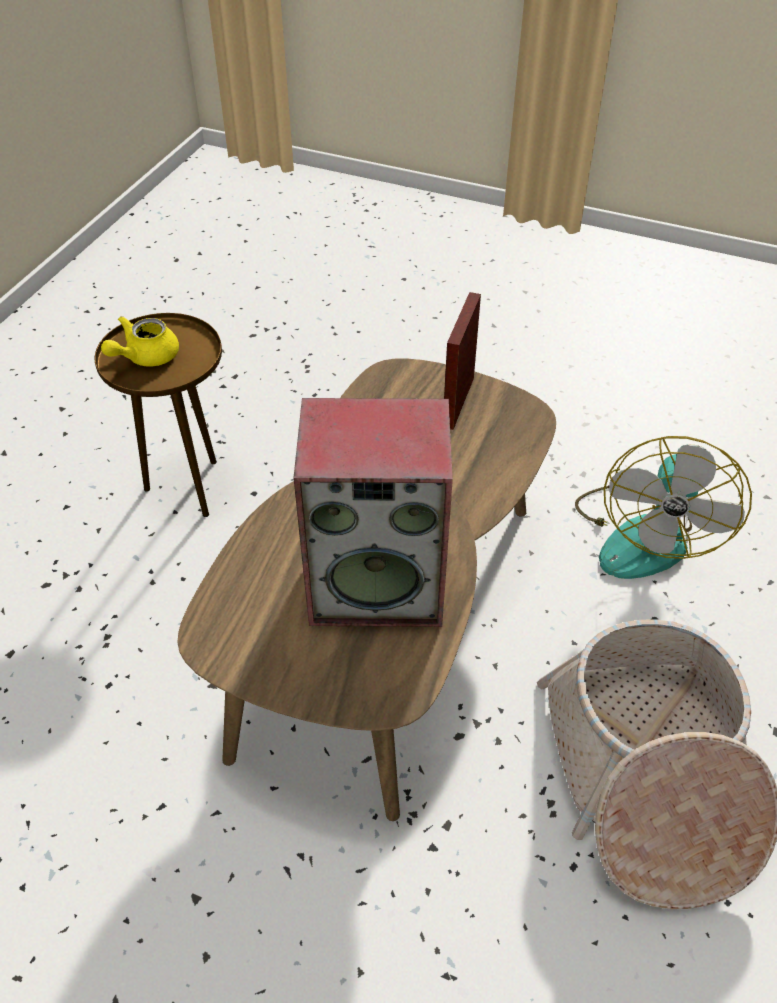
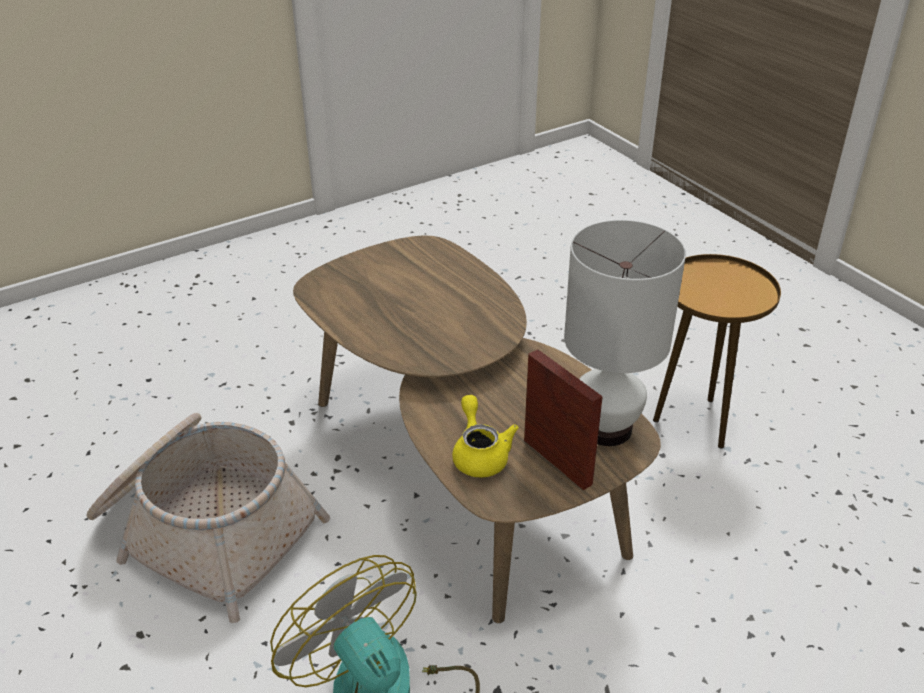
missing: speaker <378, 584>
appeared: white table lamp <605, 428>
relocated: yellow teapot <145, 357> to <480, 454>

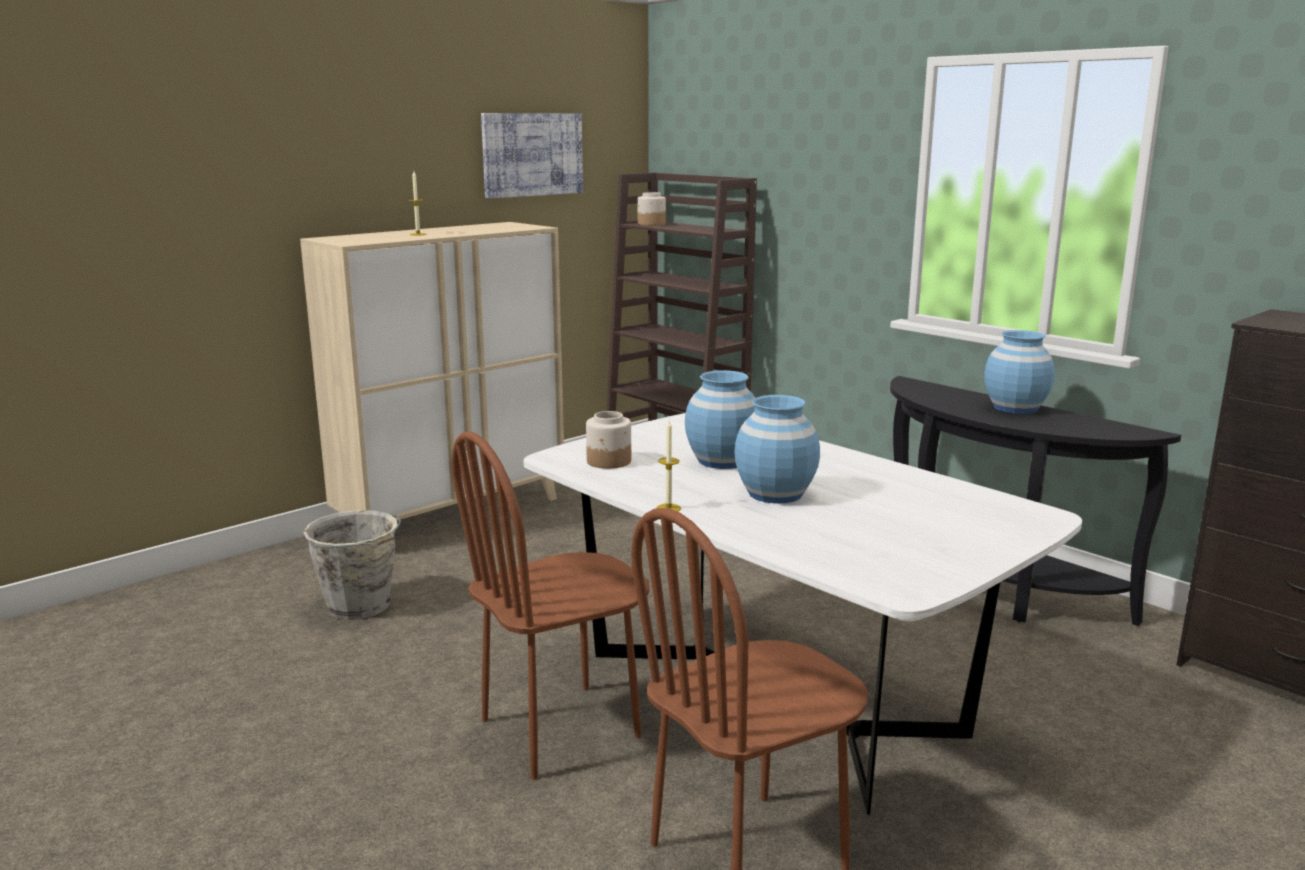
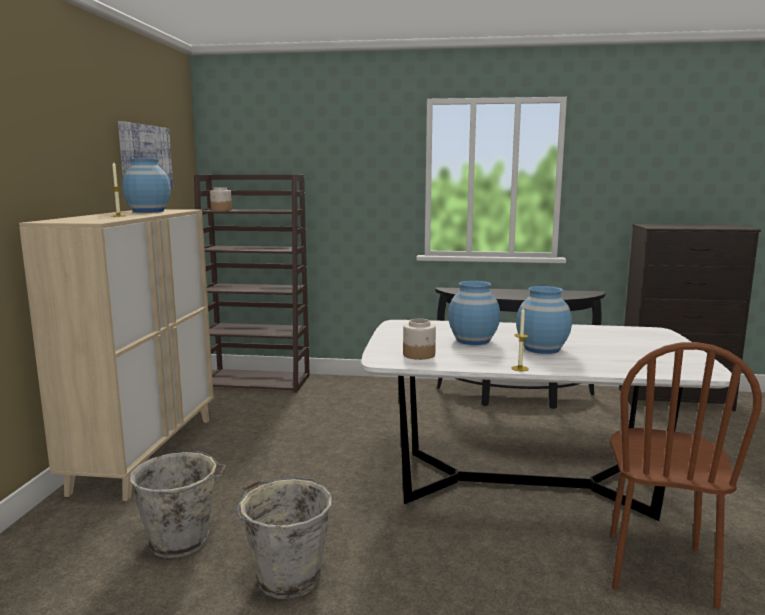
missing: brown chair <560, 729>
appeared: grey bucket <287, 577>
relocated: blue vase <1015, 407> to <148, 211>

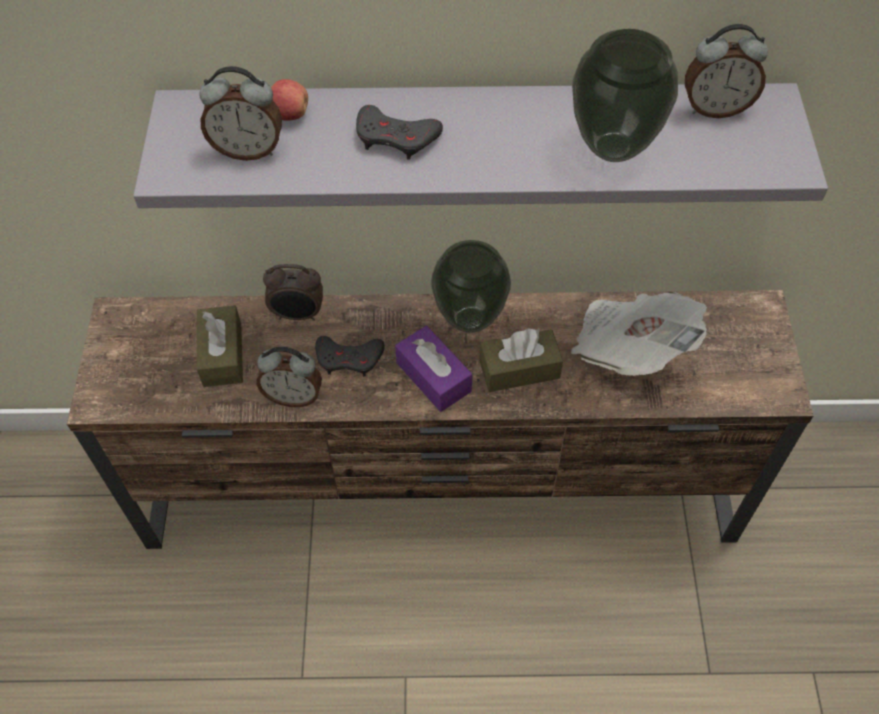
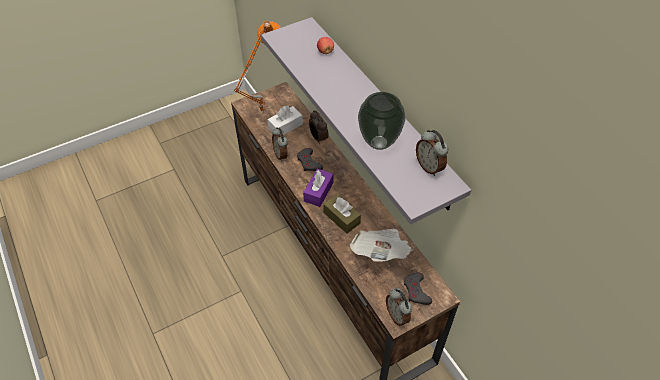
missing: vase <470, 320>
appeared: orange table lamp <261, 111>
relocated: alarm clock <248, 150> to <397, 316>; grey game controller <396, 137> to <416, 291>
colour: brown tissue box <222, 354> to white tissue box <285, 126>

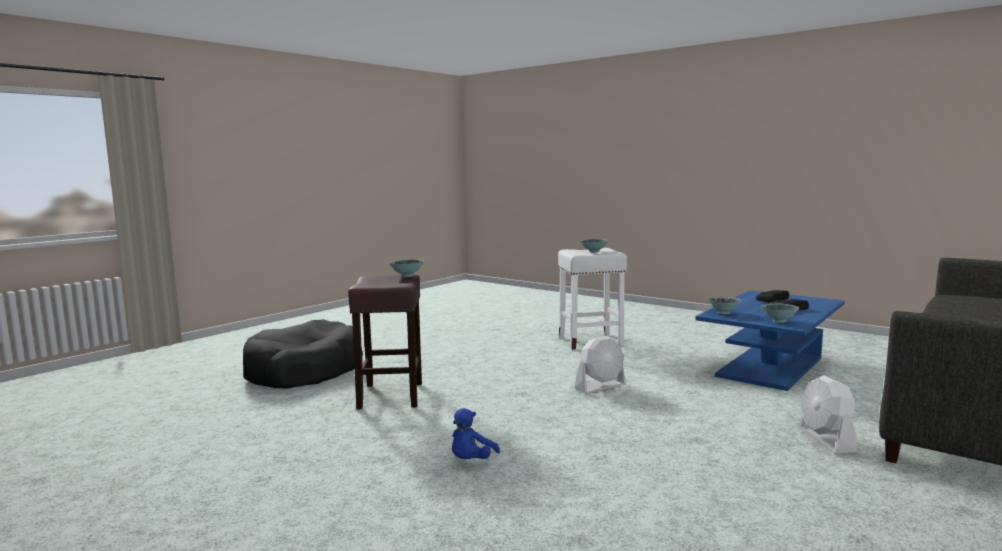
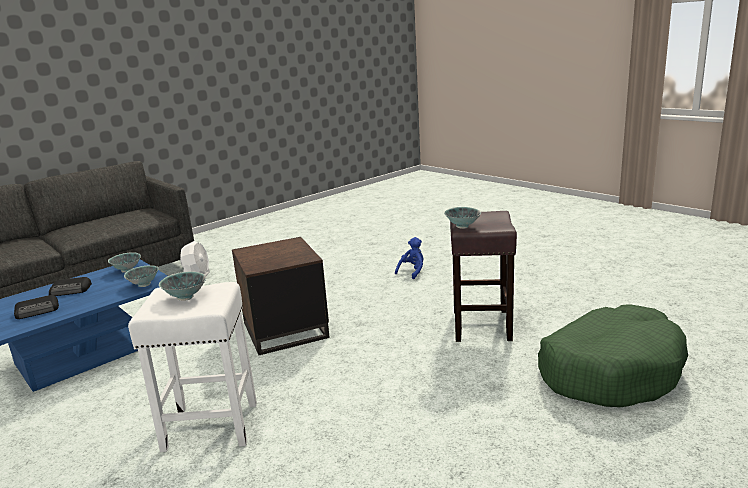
exchanged: white fan <600, 386> to brown side table <284, 330>
colour: black dog bed <304, 371> to green dog bed <609, 371>

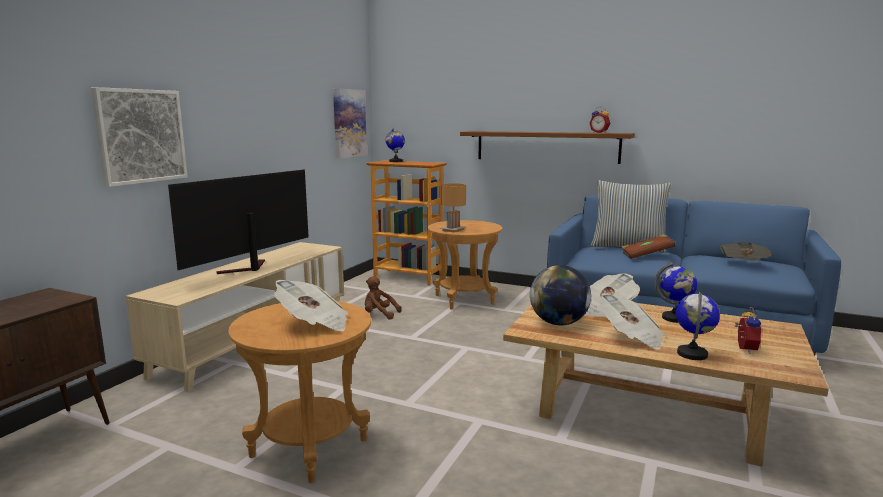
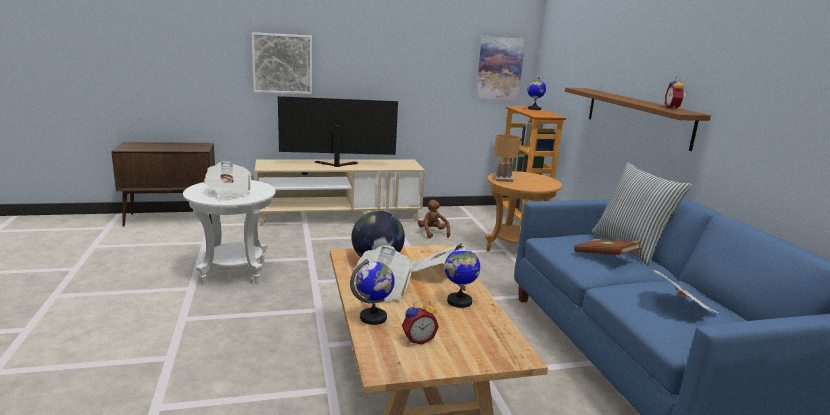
colour: brown side table <309, 447> to white side table <234, 272>

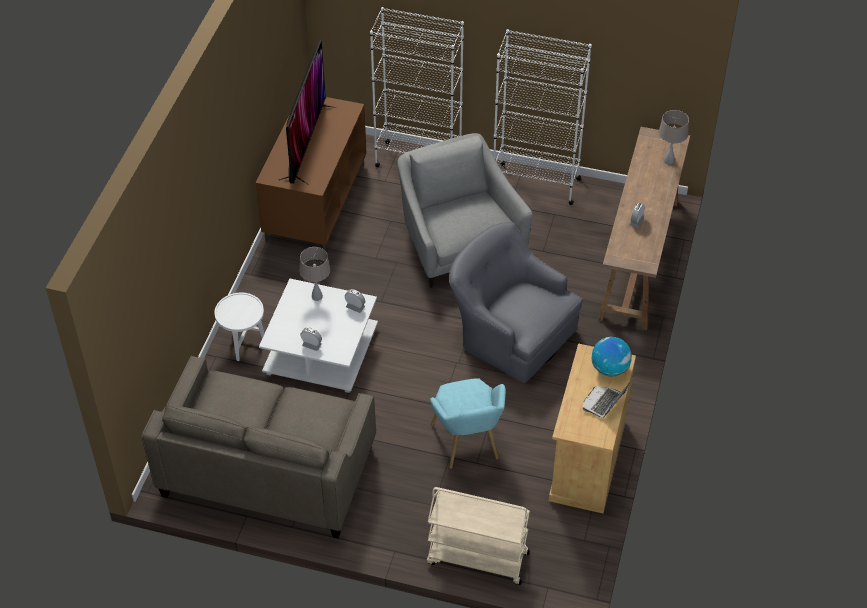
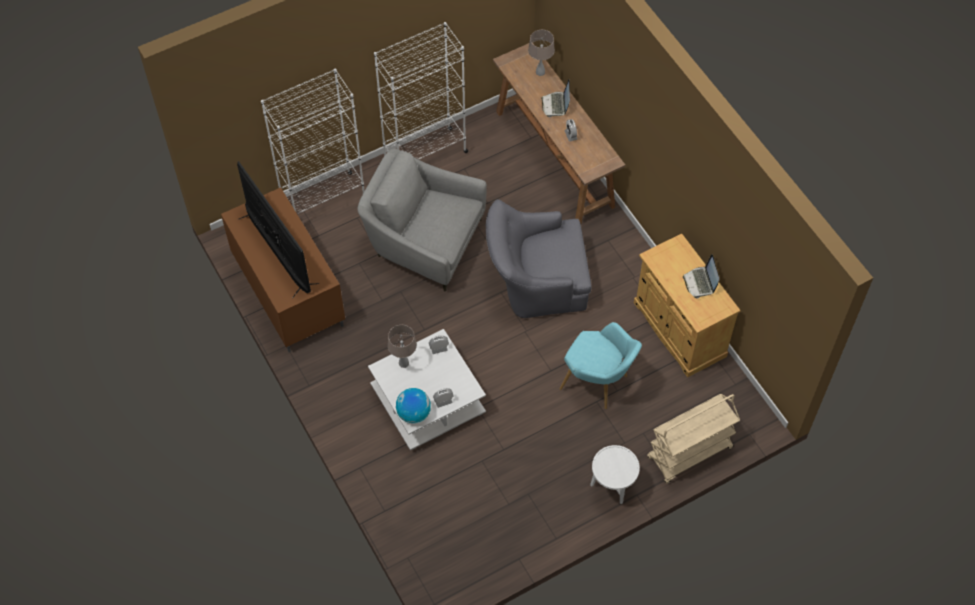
missing: beige sofa <267, 470>
appeared: laptop <556, 105>
relocated: white side table <244, 346> to <611, 489>; globe <609, 368> to <413, 413>

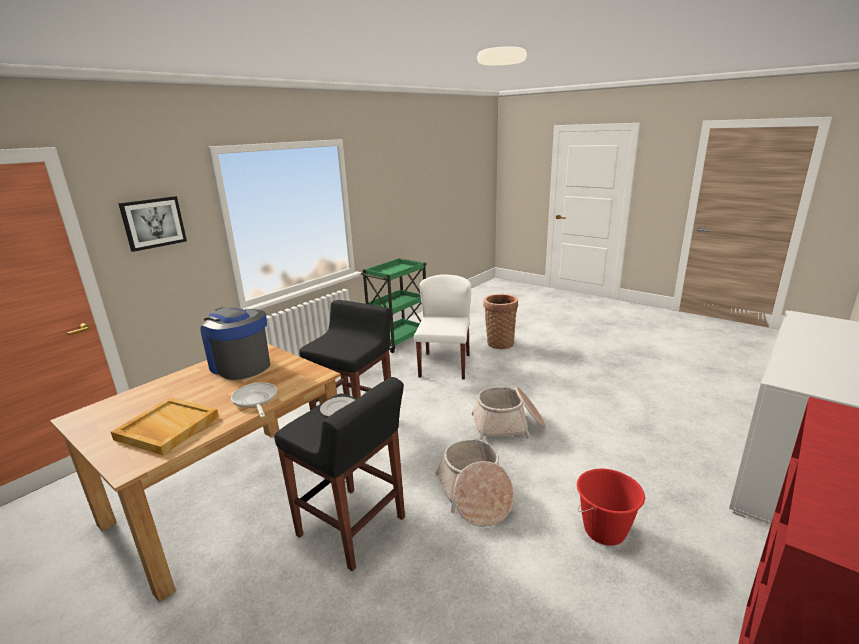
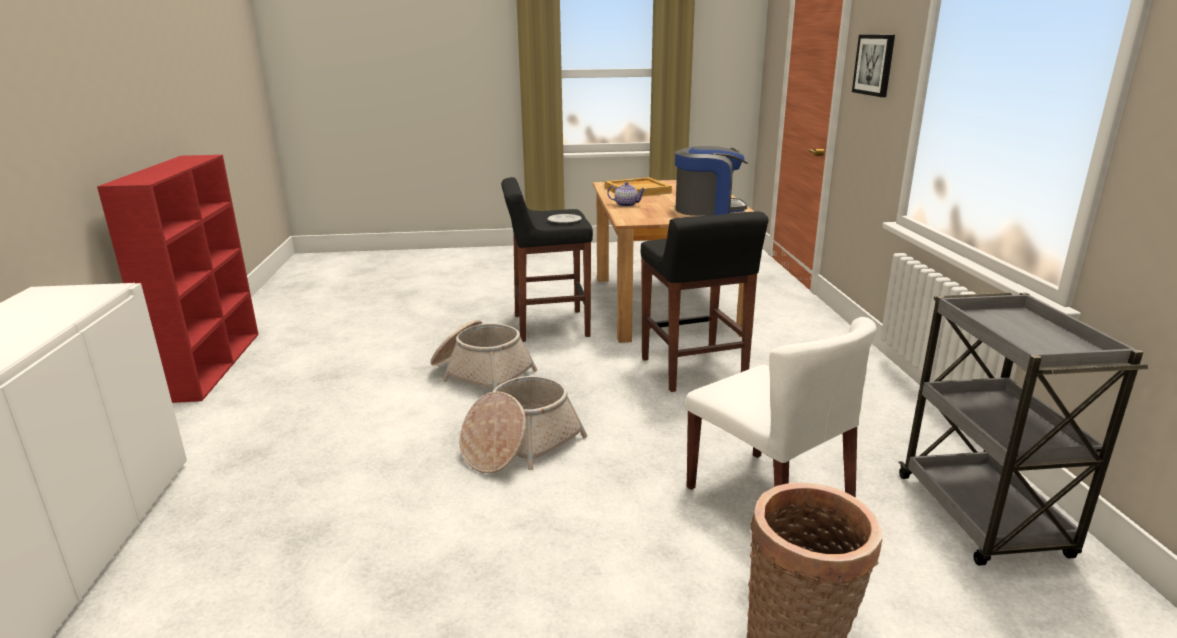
missing: red bucket <604, 531>
exchanged: frying pan <255, 401> to teapot <626, 205>
colour: green cart <399, 339> to grey cart <983, 517>

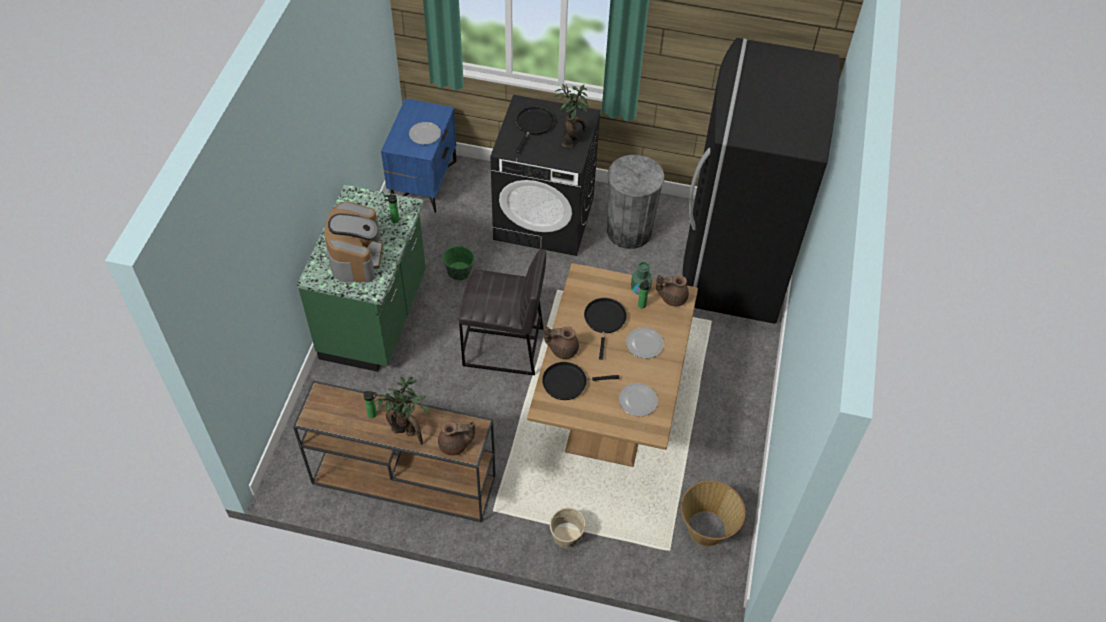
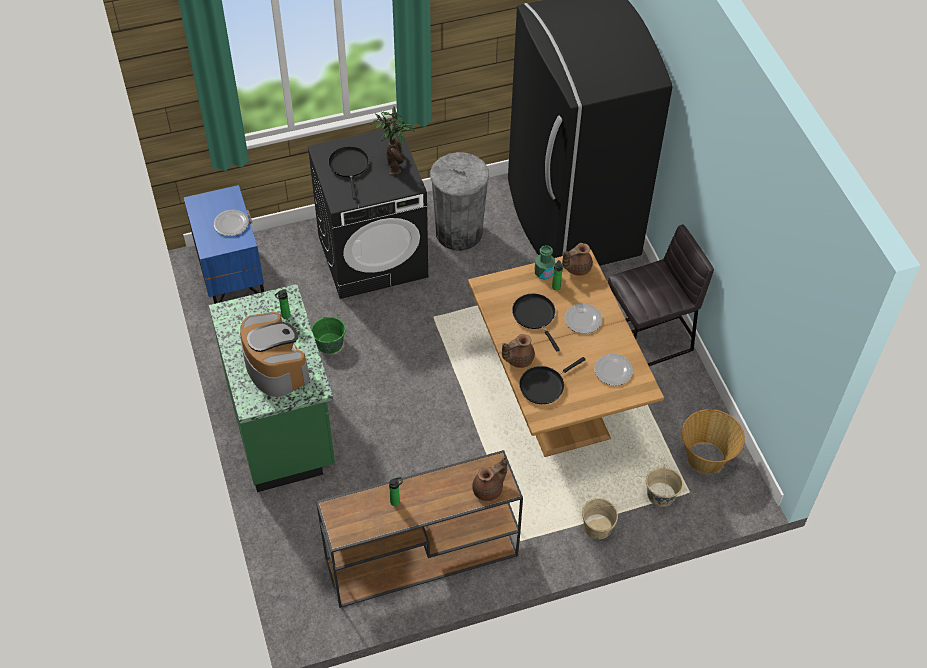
missing: potted plant <406, 432>
appeared: beige bucket <661, 495>
relocated: grey stool <504, 347> to <647, 340>

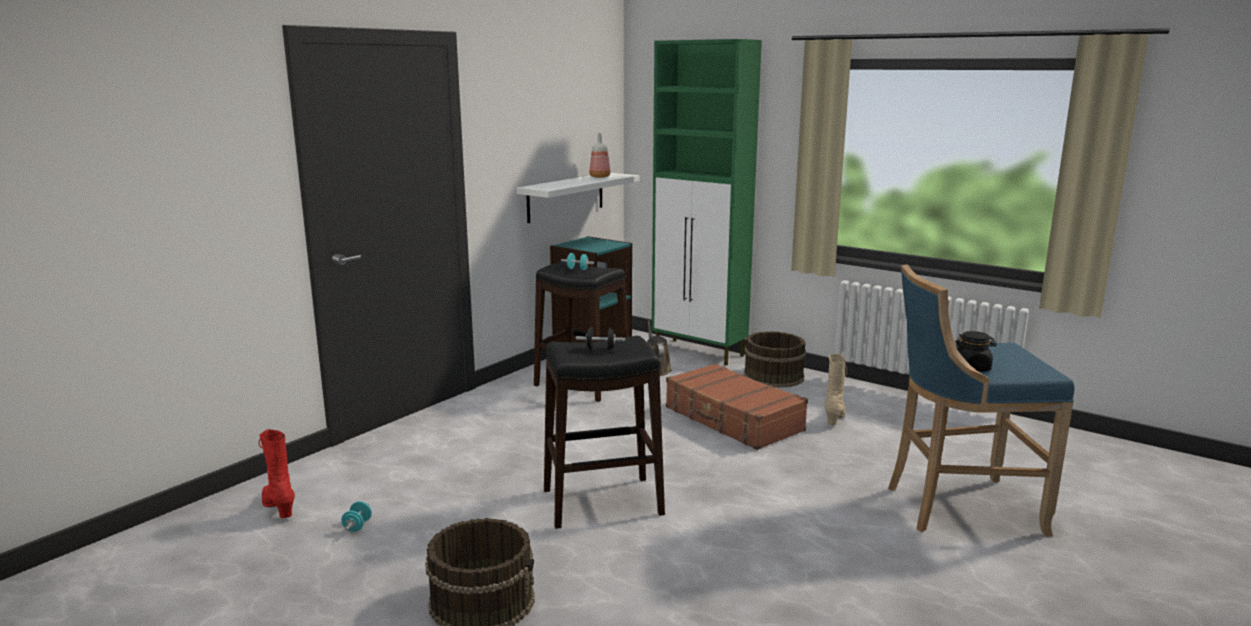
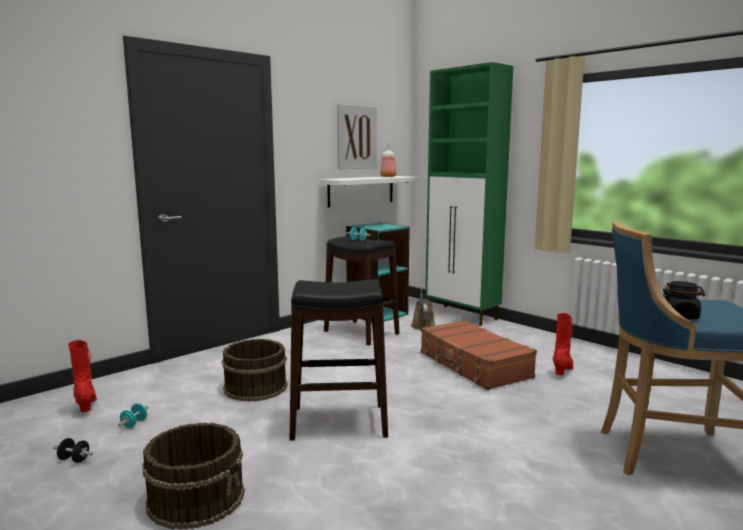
appeared: picture <356, 137>
relocated: black dumbbell <600, 349> to <74, 459>; brown bucket <773, 376> to <254, 387>
colour: beige boot <834, 418> to red boot <563, 370>

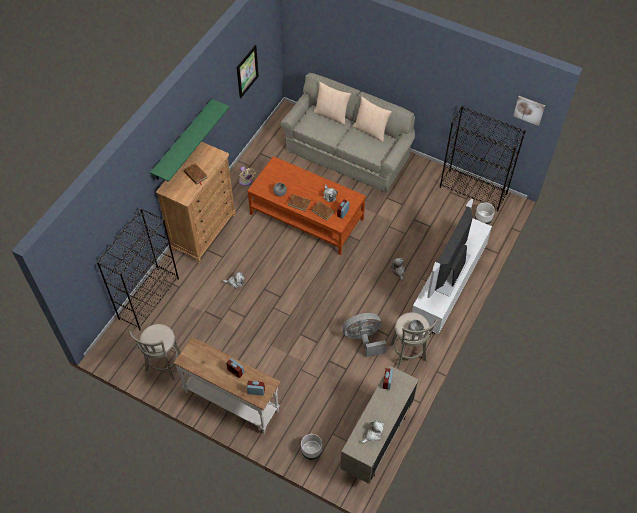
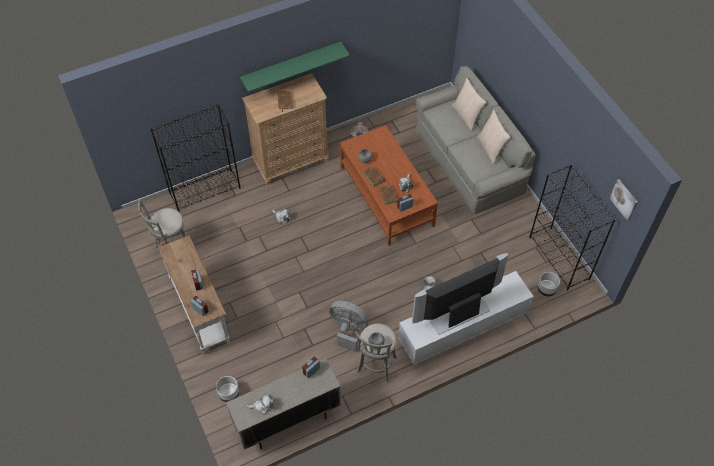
missing: picture <247, 71>

